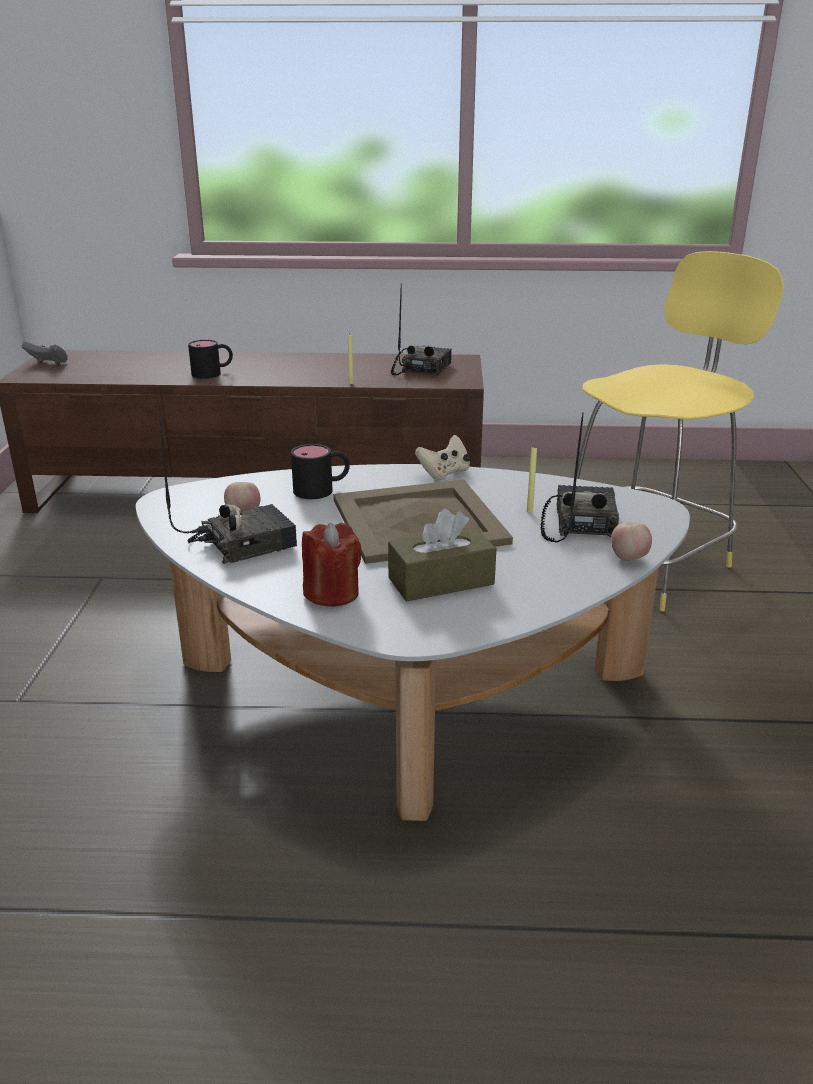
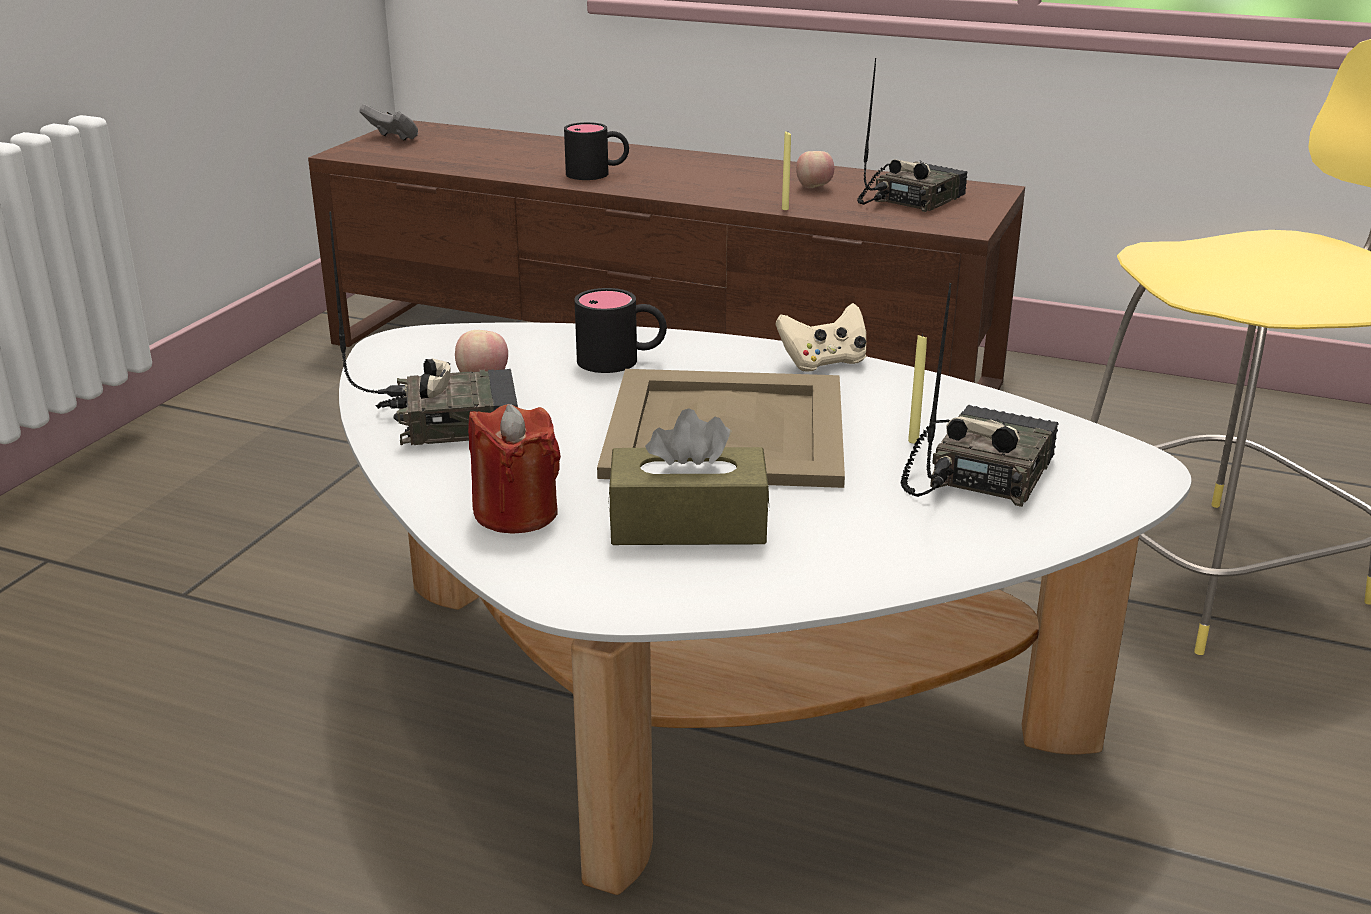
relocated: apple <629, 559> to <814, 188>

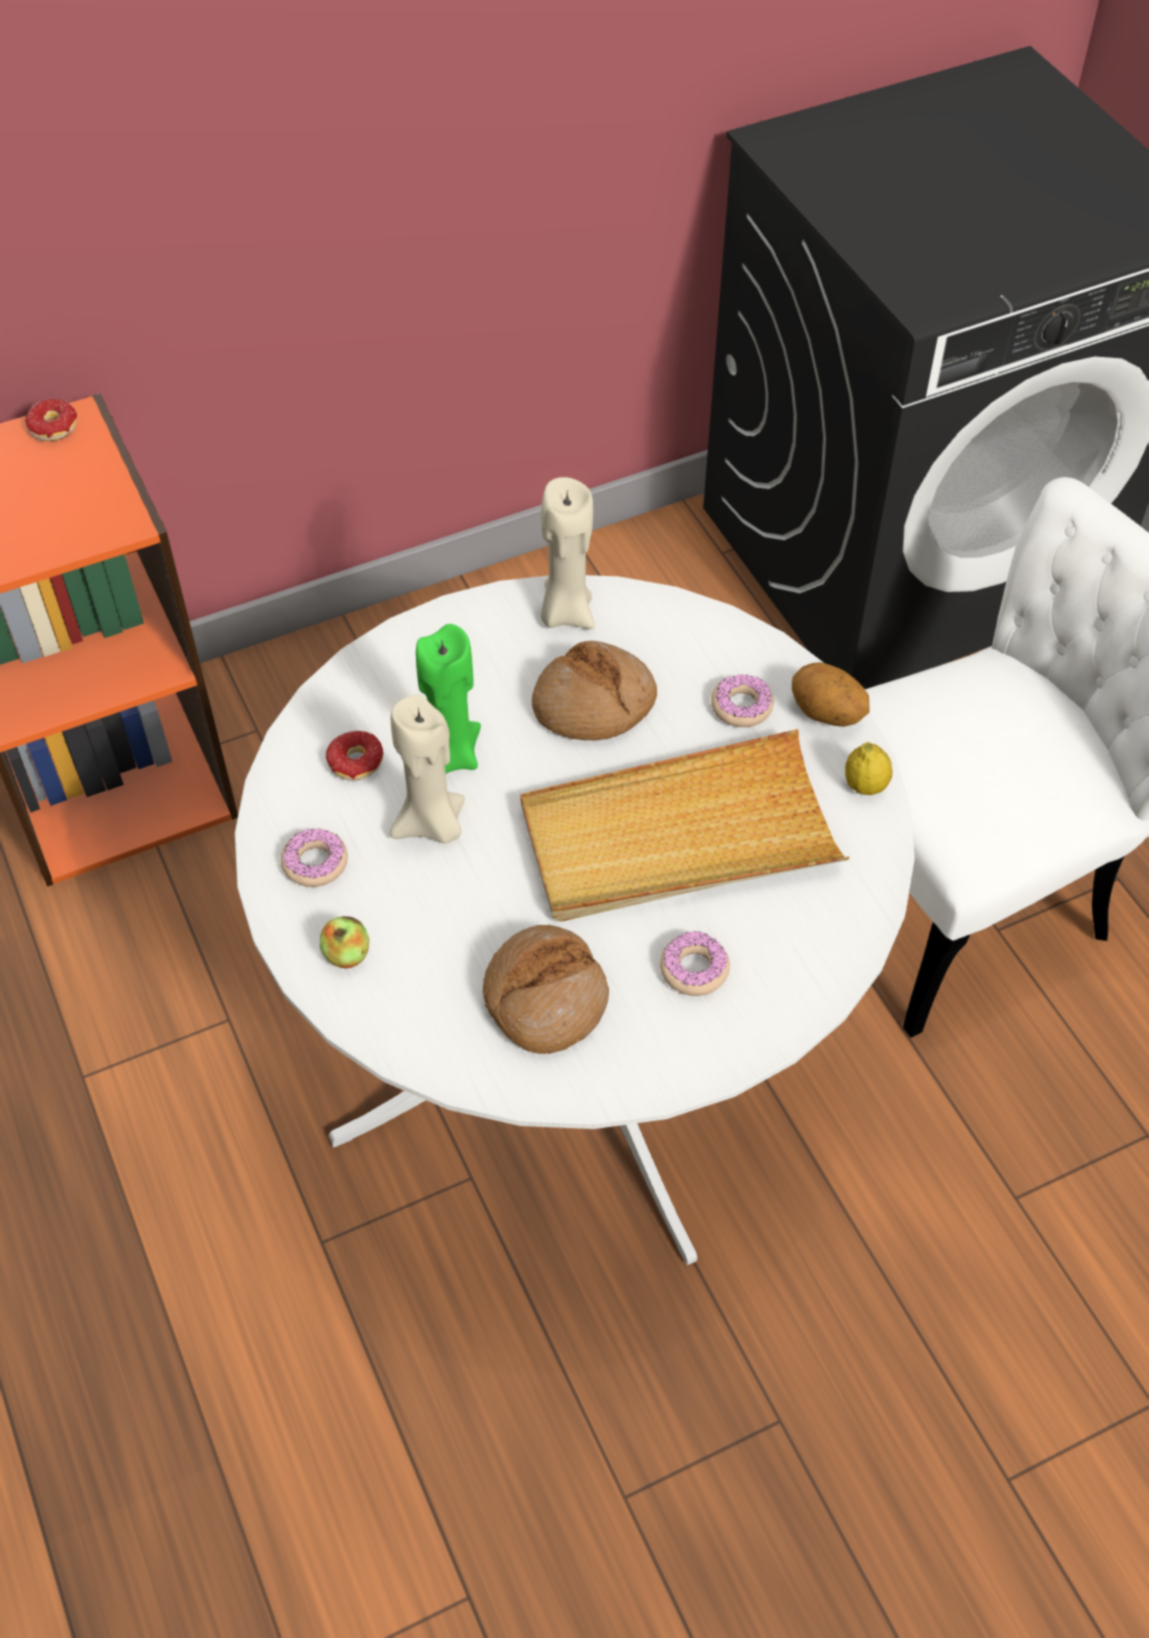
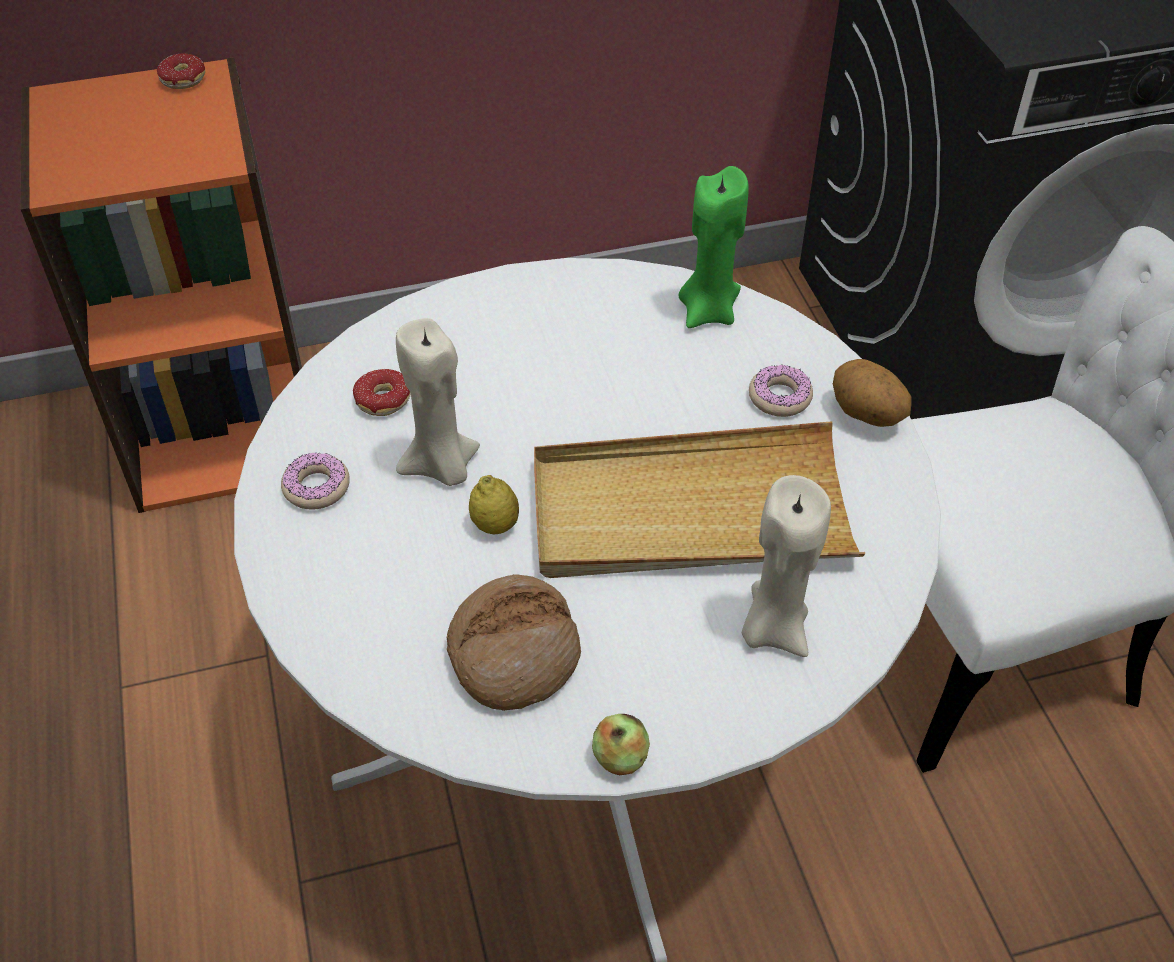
missing: bread <594, 705>; donut <694, 969>
relocated: beige candle <565, 612> to <773, 628>; green candle <450, 755> to <708, 311>; lemon <865, 786> to <495, 525>; apple <346, 954> to <620, 758>

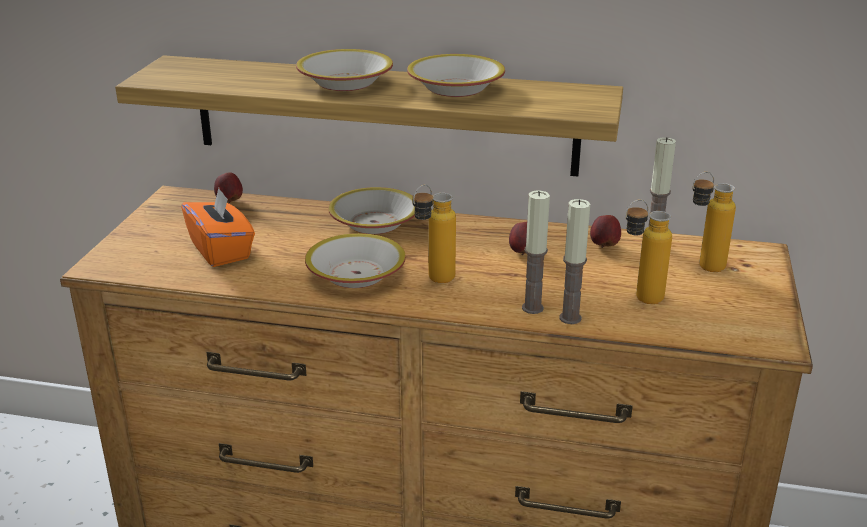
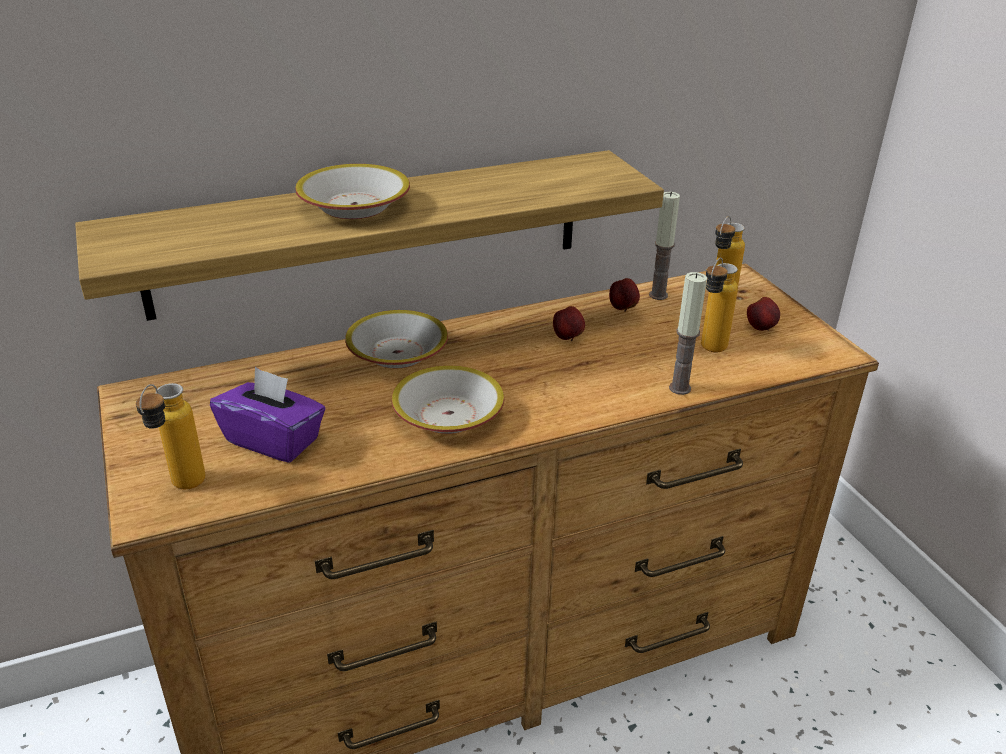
missing: bowl <455, 88>; candle <532, 308>
relocated: apple <229, 201> to <761, 328>; bottle <433, 281> to <181, 489>
colour: orange tissue box <221, 250> to purple tissue box <273, 440>

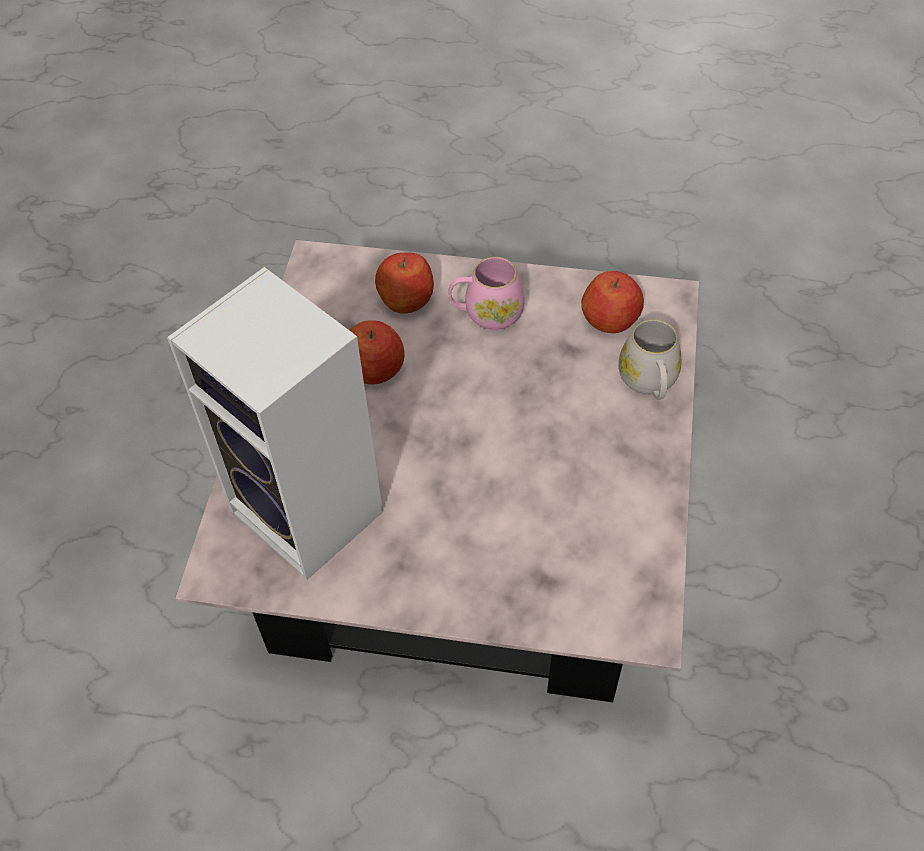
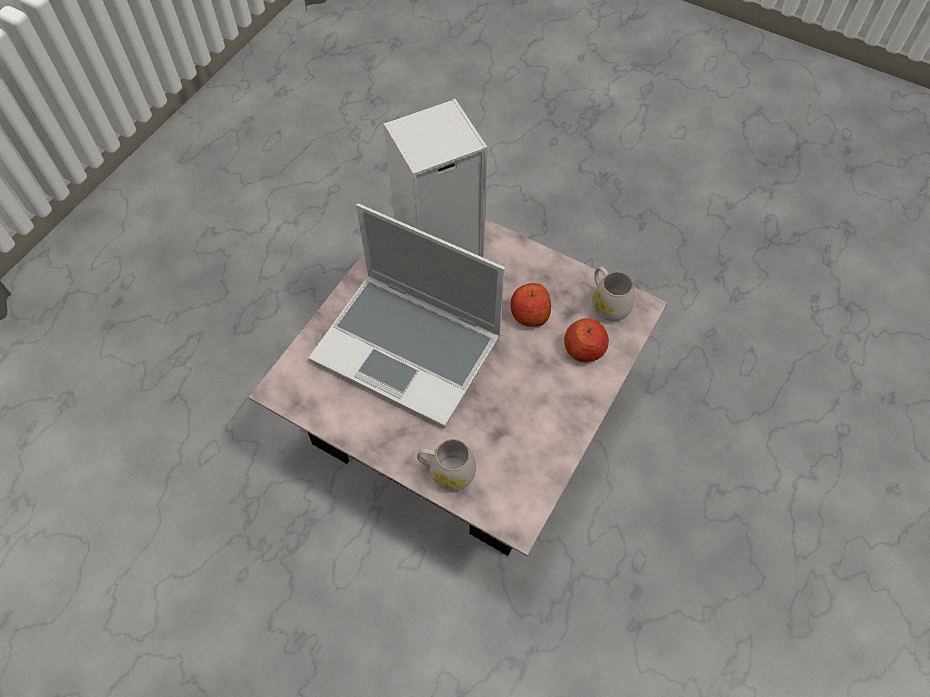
missing: pink mug <486, 314>; apple <610, 319>
appeared: laptop <410, 349>; white mug <607, 303>

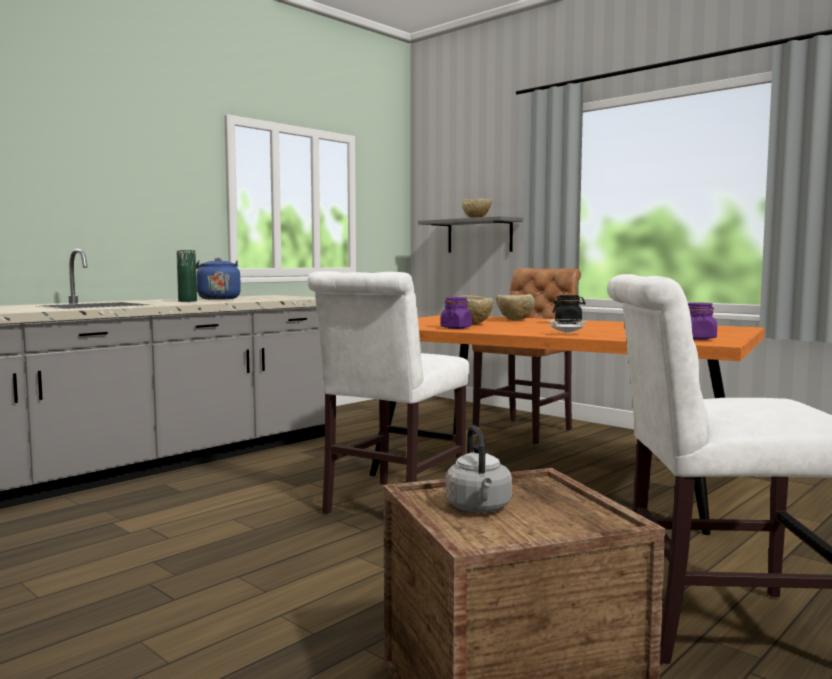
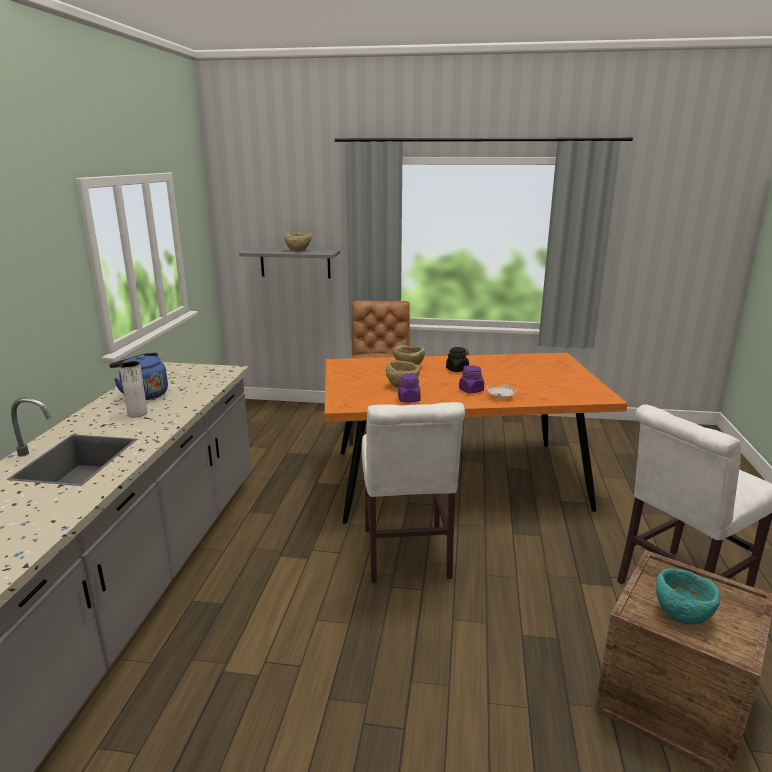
relocated: purple jar <698, 338> to <471, 390>
exchanged: grey kettle <479, 508> to turquoise bowl <682, 614>
colour: green vase <187, 301> to white vase <137, 413>

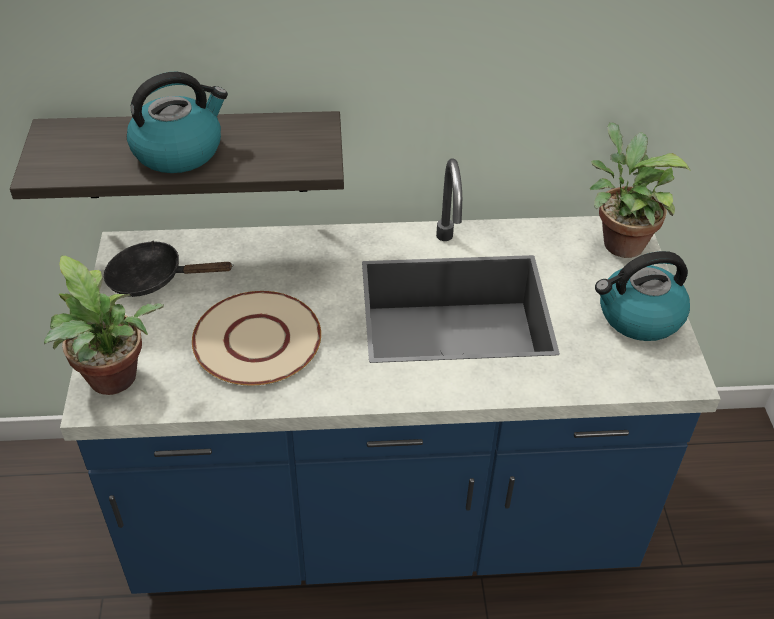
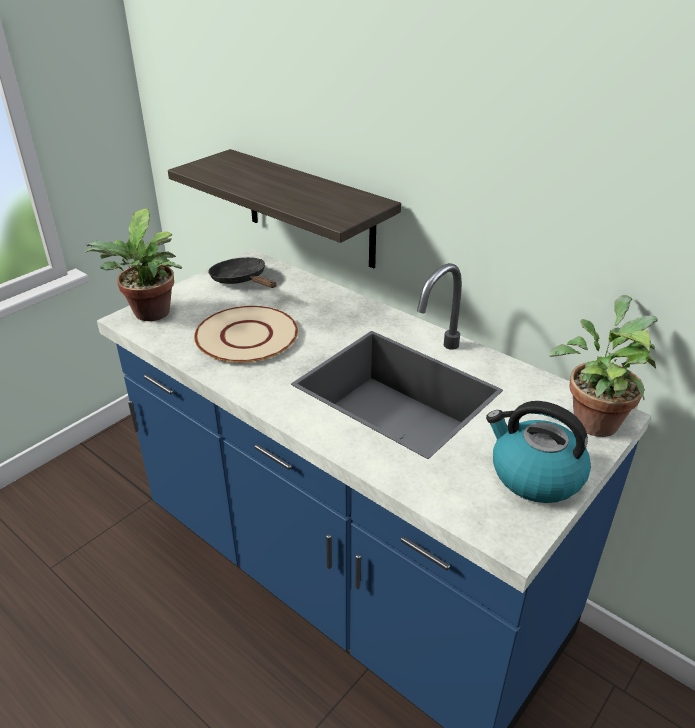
missing: kettle <179, 150>

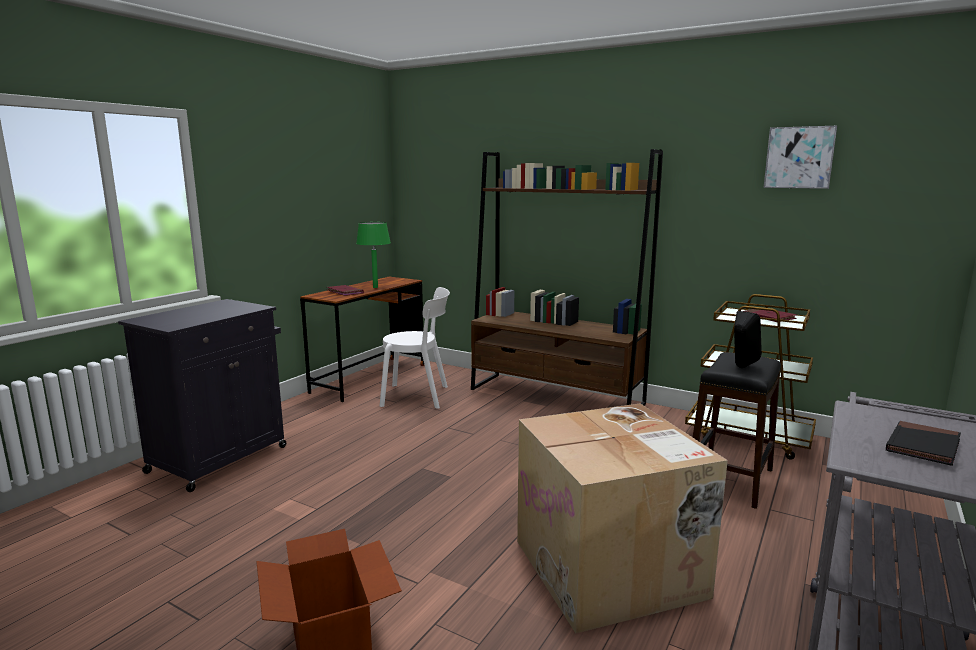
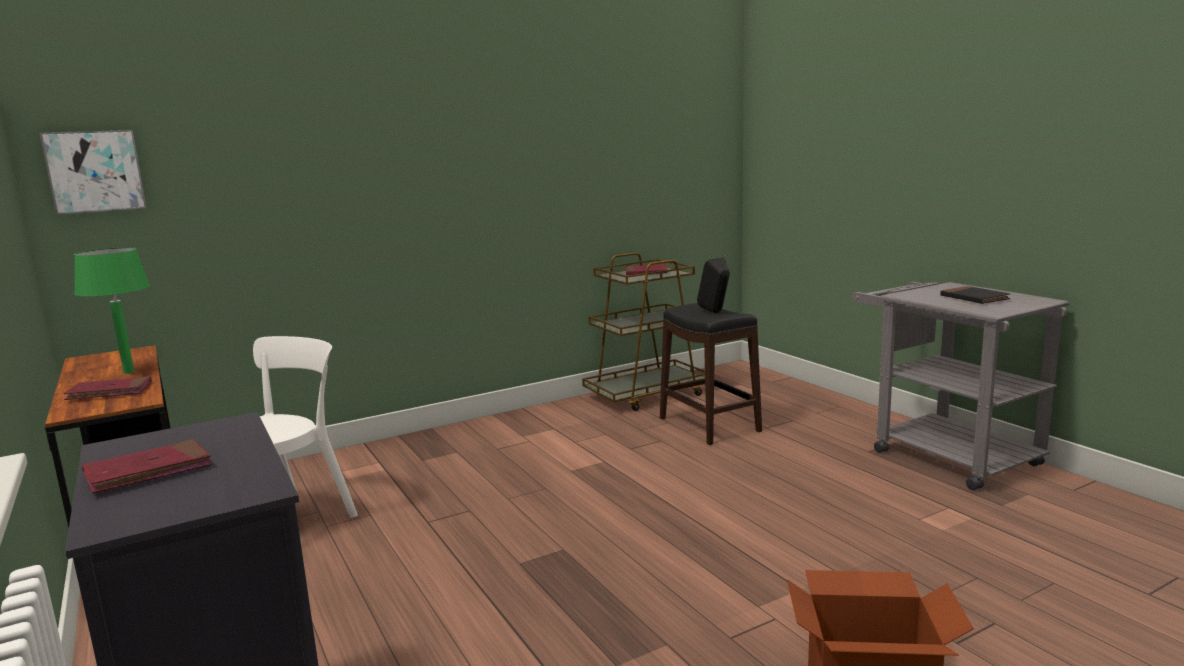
missing: brown bookcase <556, 396>; cardboard box <611, 569>
appeared: red book <148, 471>
relocated: picture <799, 157> to <95, 171>

